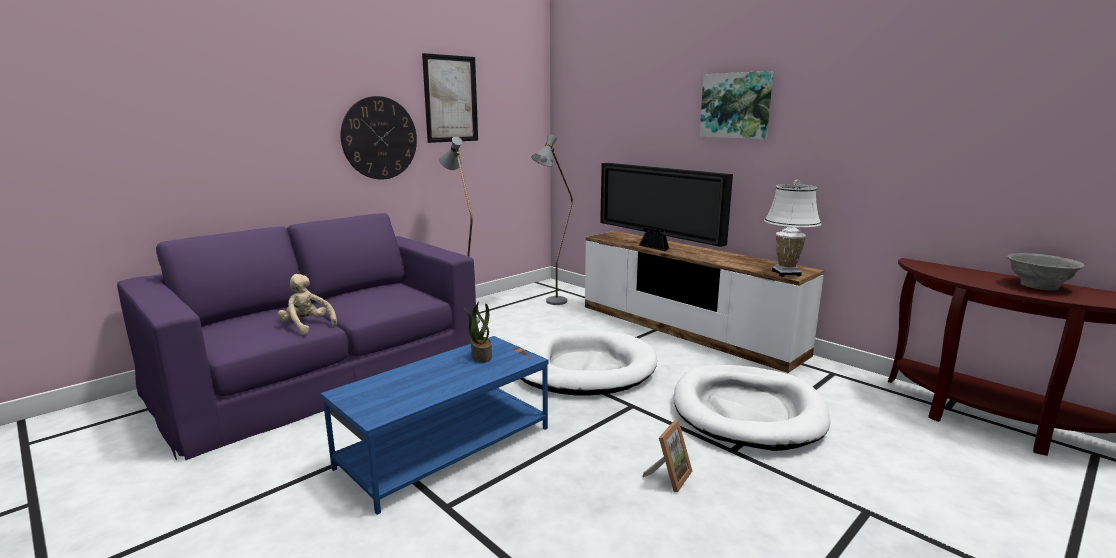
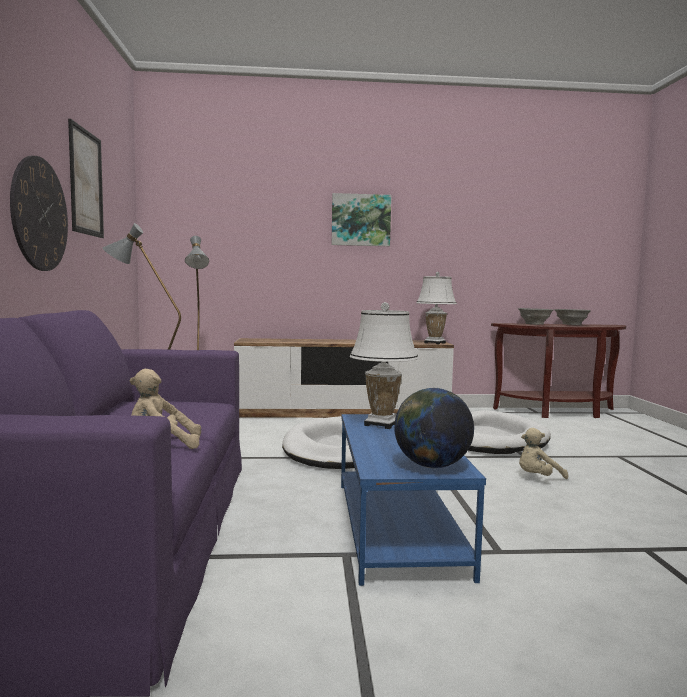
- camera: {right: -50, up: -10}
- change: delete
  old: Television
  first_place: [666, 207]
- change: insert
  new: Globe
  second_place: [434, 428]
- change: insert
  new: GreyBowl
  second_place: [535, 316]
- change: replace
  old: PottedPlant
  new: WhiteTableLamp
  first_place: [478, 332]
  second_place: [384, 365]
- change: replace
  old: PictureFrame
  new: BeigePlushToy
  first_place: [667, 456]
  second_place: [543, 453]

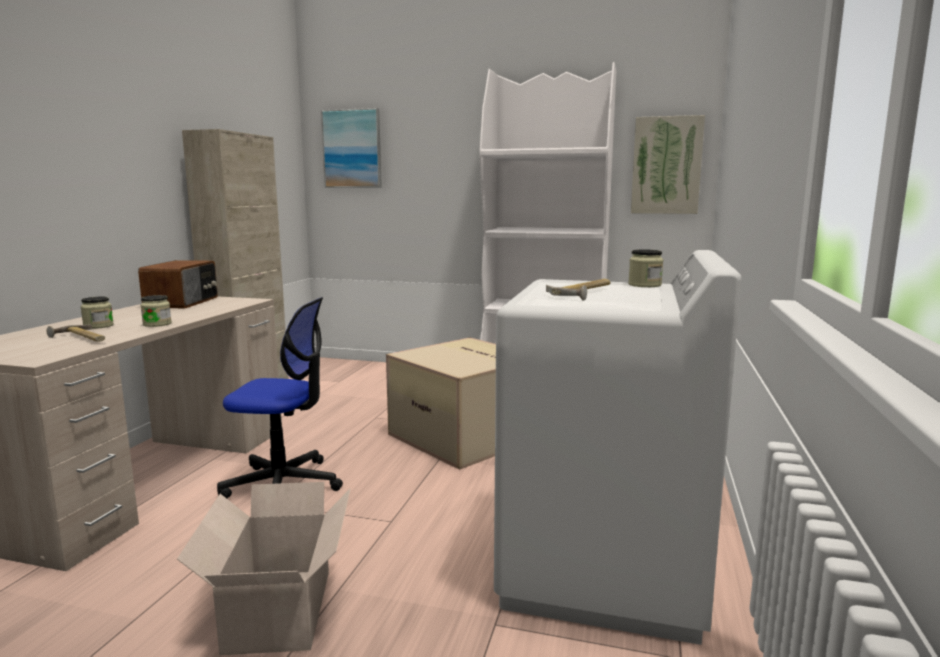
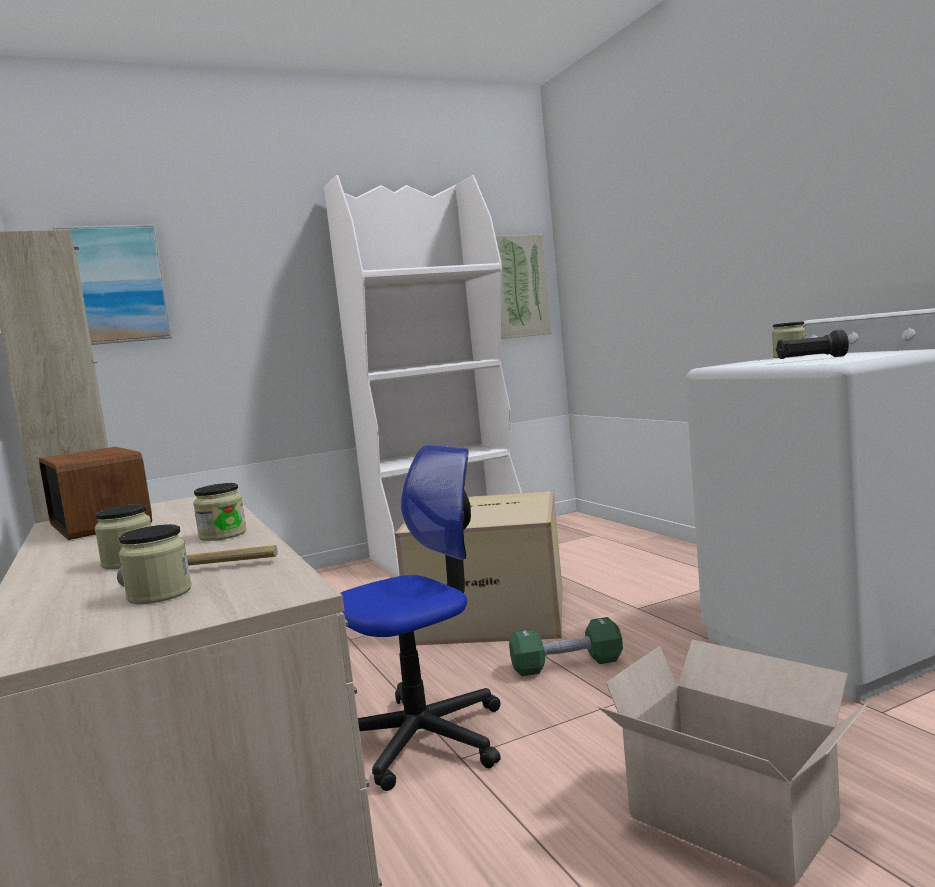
- camera: {right: -40, up: -5}
- change: insert
  new: Jar
  second_place: [155, 564]
- change: insert
  new: GreenDumbbell
  second_place: [566, 646]
- change: replace
  old: Hammer
  new: BlackFlashlight
  first_place: [578, 290]
  second_place: [812, 344]

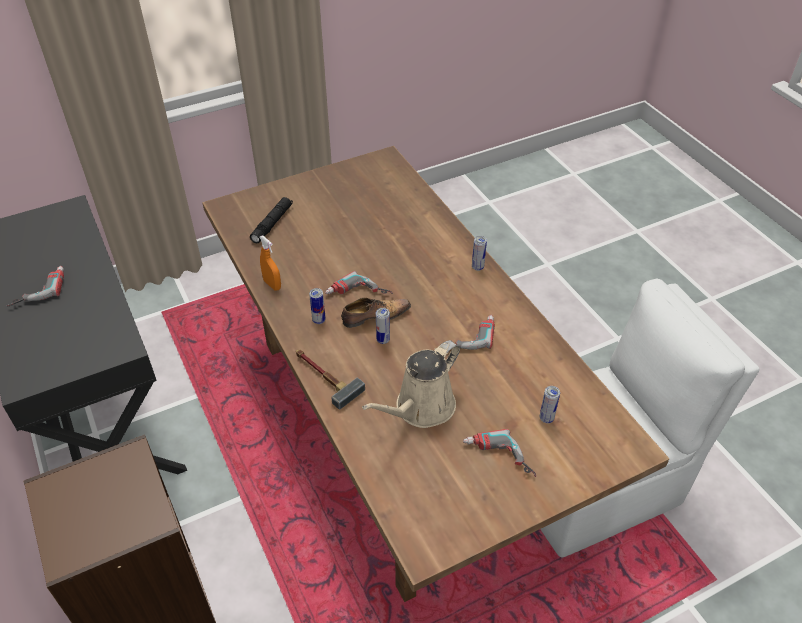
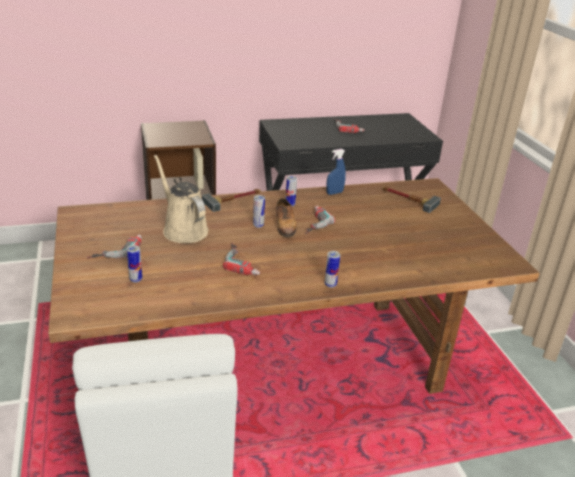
- camera: {right: 100, up: -15}
- change: replace
  old: BlackFlashlight
  new: Hammer
  first_place: [271, 220]
  second_place: [411, 199]
- change: recolor
  old: OrangeSprayBottle
  new: BlueSprayBottle
  first_place: [270, 263]
  second_place: [336, 172]

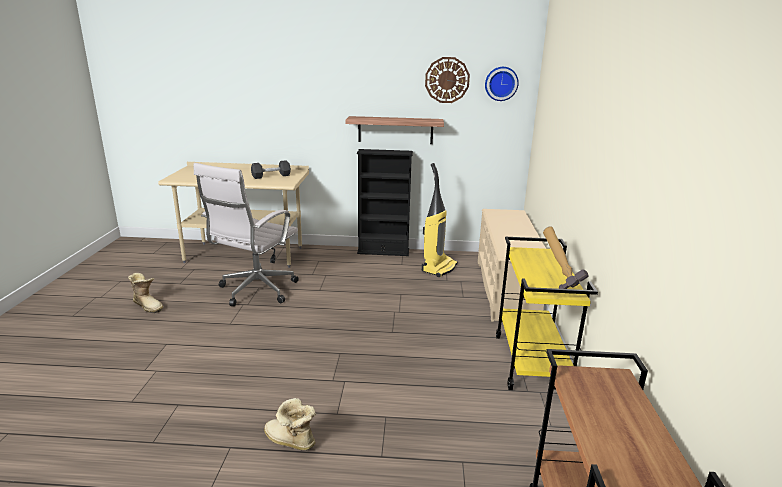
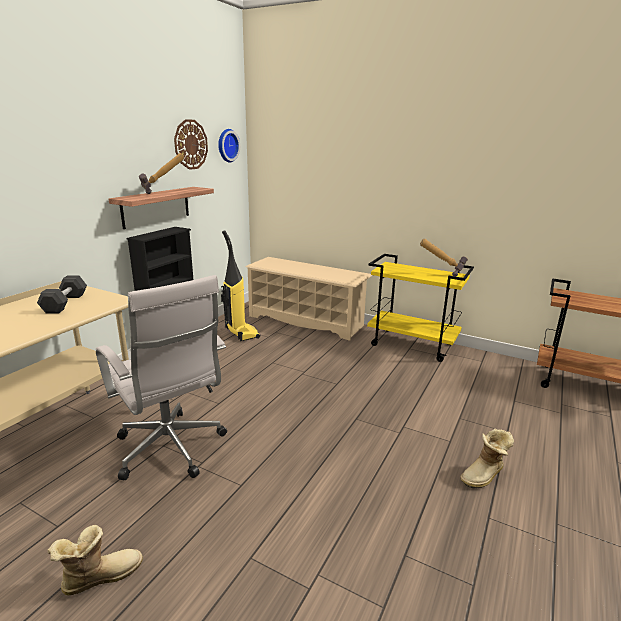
- camera: {right: -65, up: 0}
- change: insert
  new: Hammer
  second_place: [161, 173]

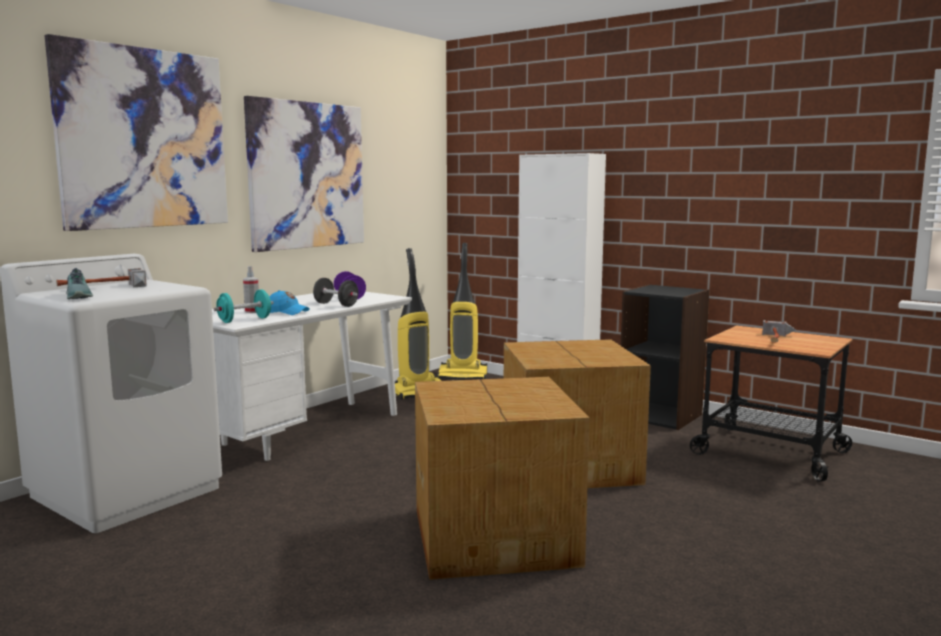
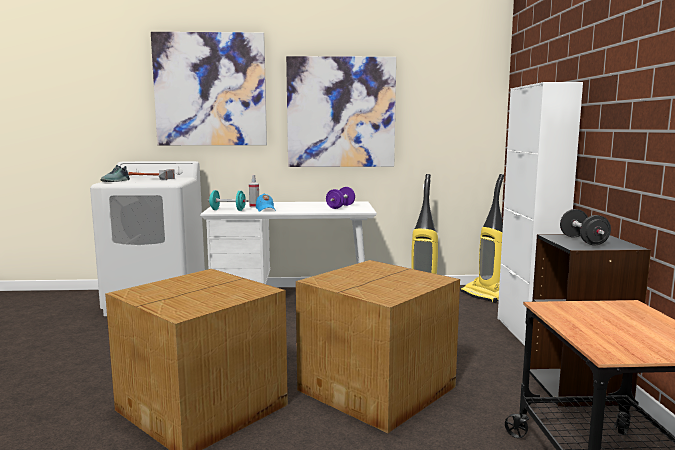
- camera: {right: 50, up: 0}
- change: delete
  old: Hammer
  first_place: [779, 331]
- change: move
  old: BlackDumbbell
  first_place: [336, 292]
  second_place: [585, 227]

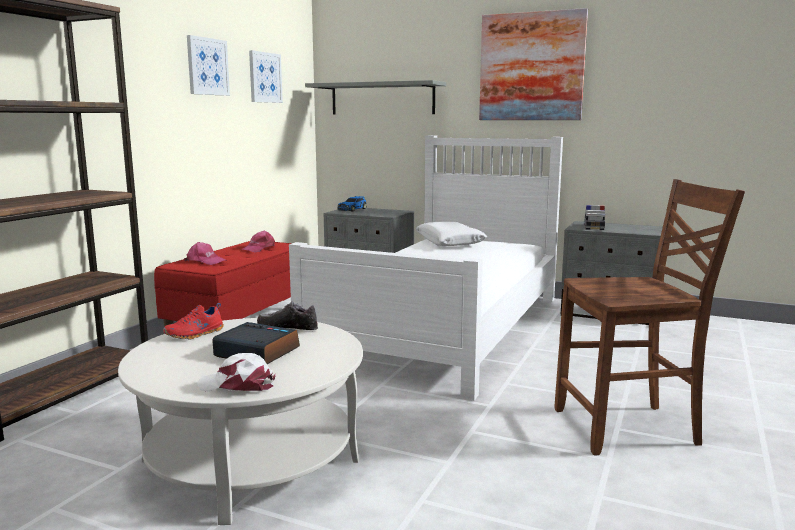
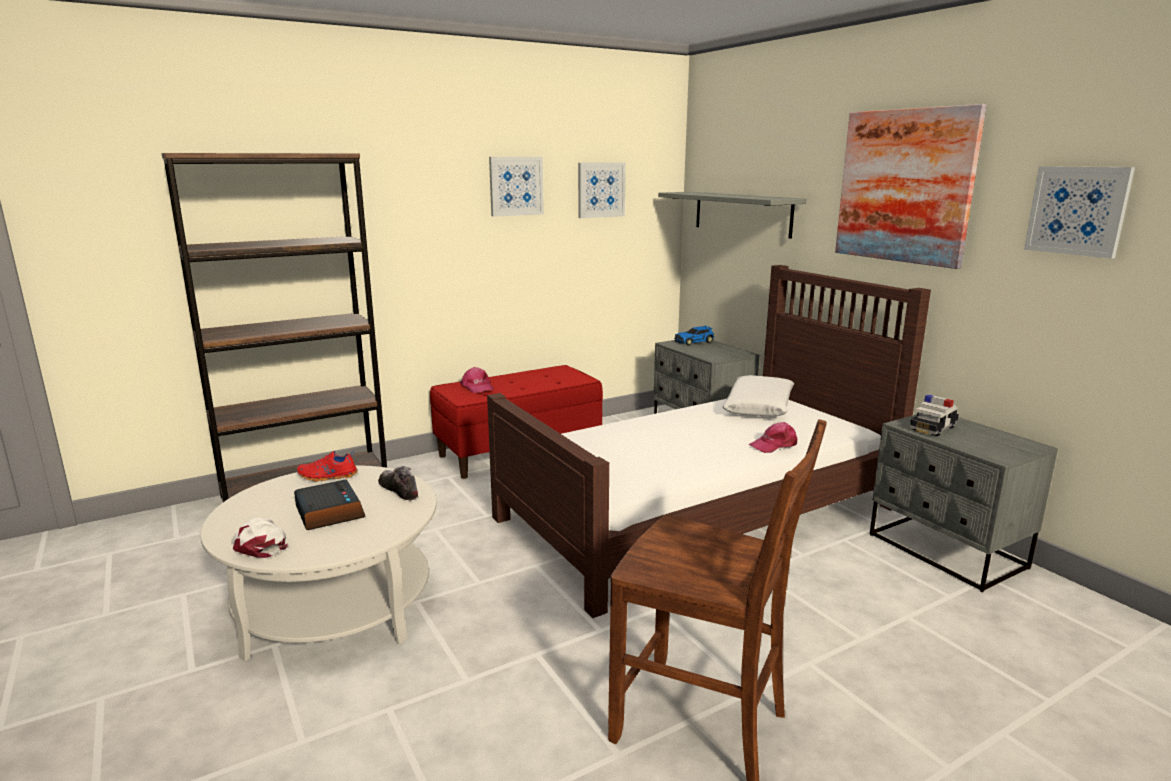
- camera: {right: 35, up: 5}
- change: insert
  new: Picture
  second_place: [1079, 212]
- change: move
  old: PinkCap
  first_place: [258, 241]
  second_place: [772, 437]
- change: recolor
  old: WhiteBed
  new: BrownBed
  first_place: [426, 268]
  second_place: [709, 441]

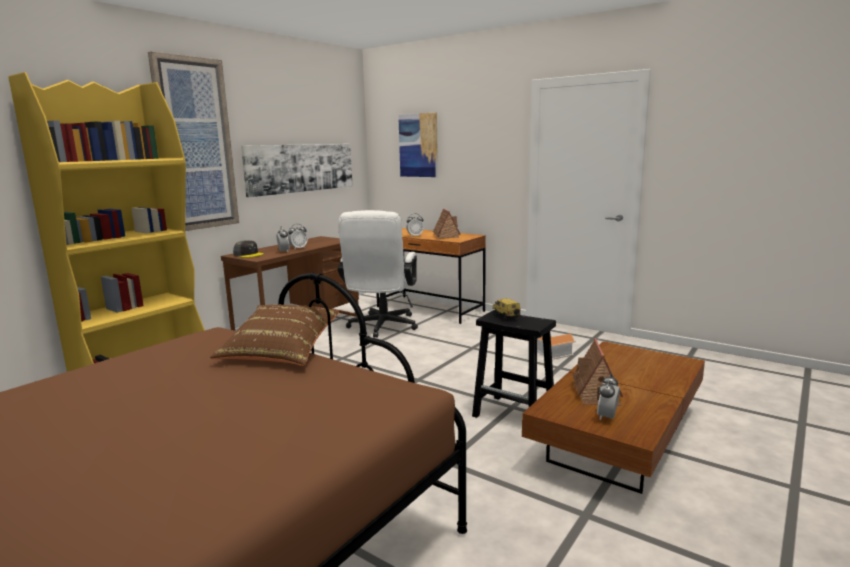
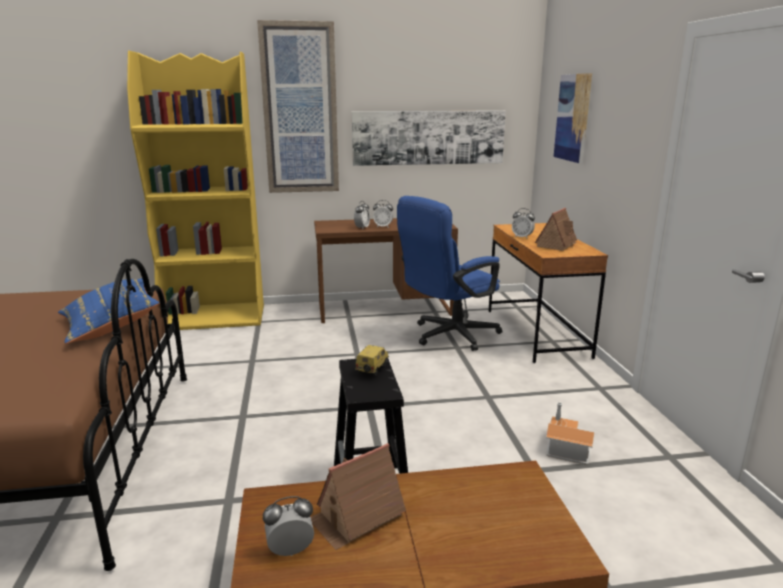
- camera: {right: 45, up: 5}
- change: delete
  old: GreyCap
  first_place: [248, 249]
- change: recolor
  old: BrownPillow
  new: BluePillow
  first_place: [275, 335]
  second_place: [109, 311]
- change: recolor
  old: WhiteOfficeChair
  new: BlueOfficeChair
  first_place: [378, 274]
  second_place: [449, 273]

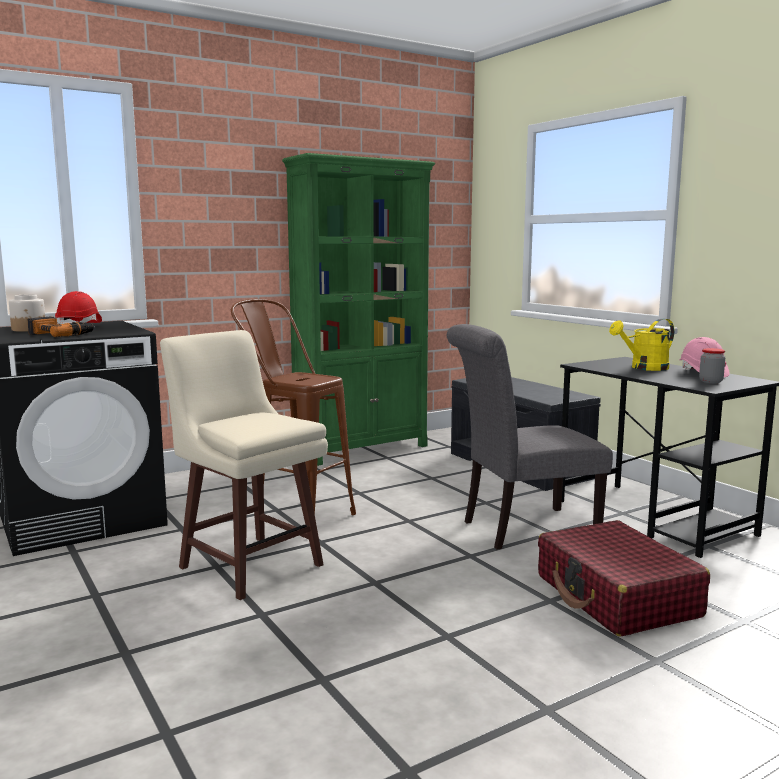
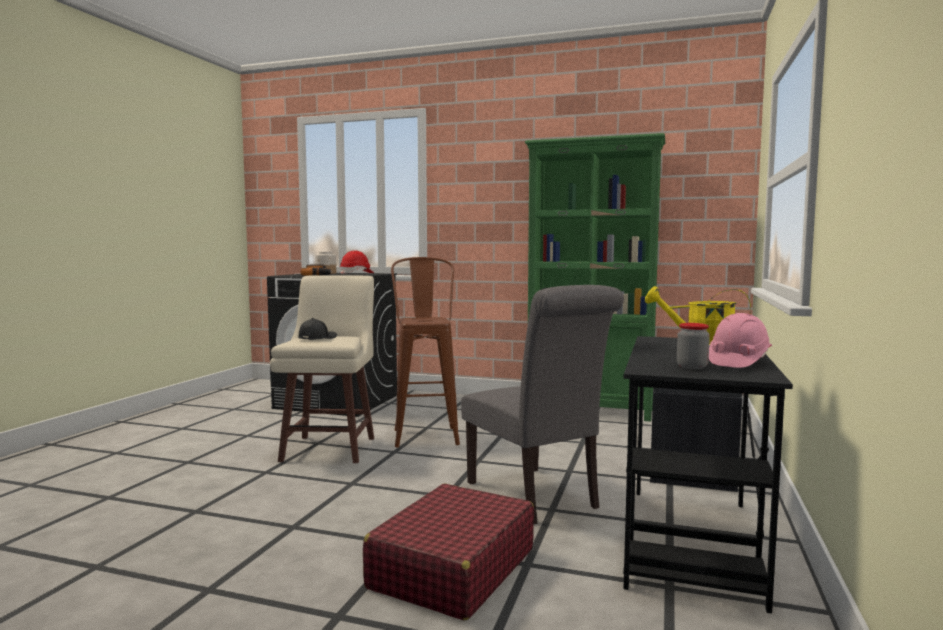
- camera: {right: 50, up: -5}
- change: insert
  new: BlackCap
  second_place: [318, 329]
- change: rotate
  old: GreyChair
  first_place: [530, 437]
  second_place: [542, 404]
  degrees: -150

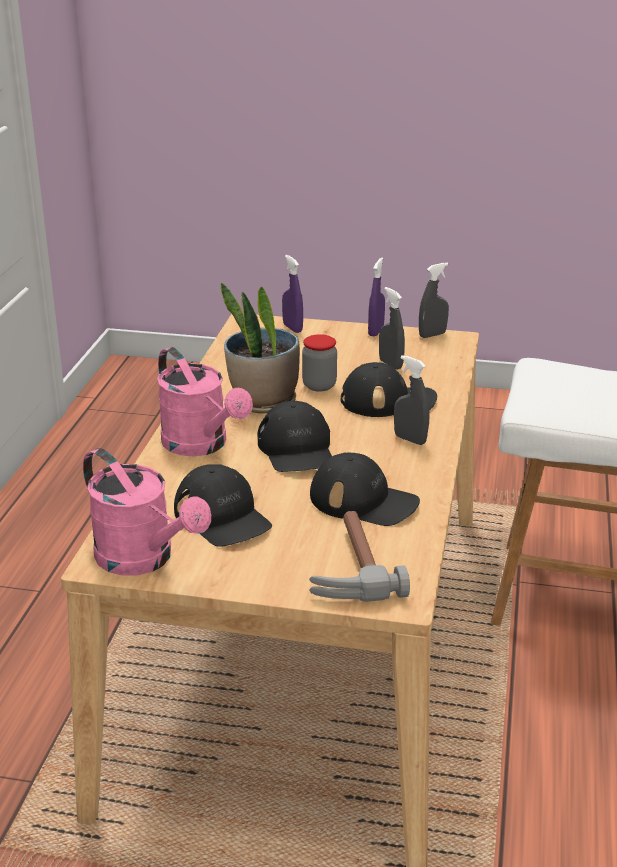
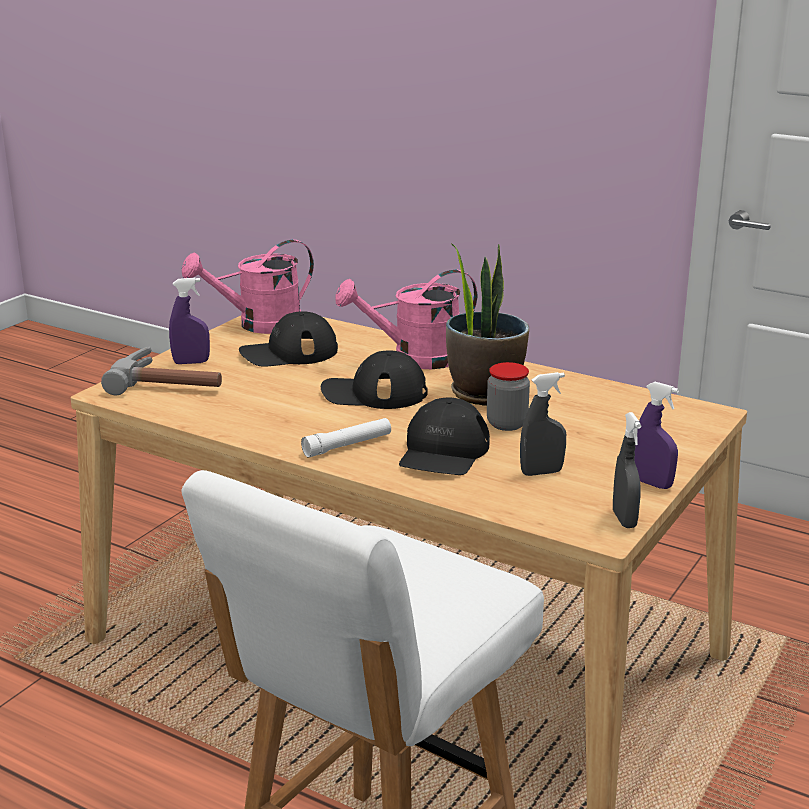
- camera: {right: 110, up: -5}
- change: delete
  old: BlackCap
  first_place: [365, 489]
- change: move
  old: PurpleSprayBottle
  first_place: [292, 294]
  second_place: [189, 321]
- change: replace
  old: GreySprayBottle
  new: WhiteFlashlight
  first_place: [411, 400]
  second_place: [346, 438]

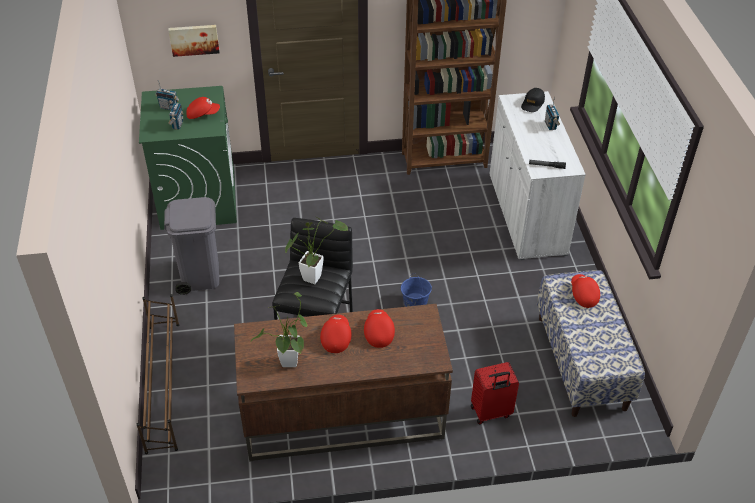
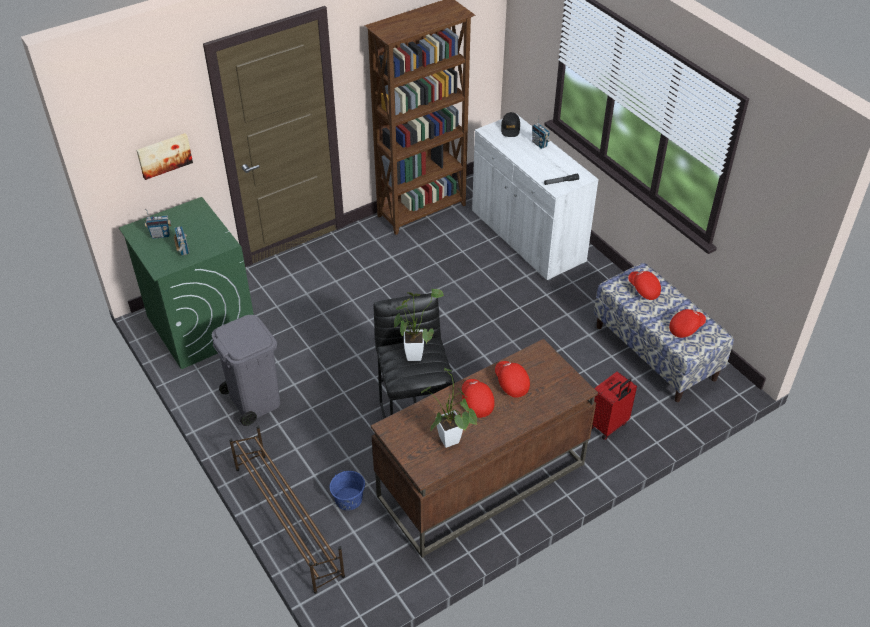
- camera: {right: -25, up: 0}
- change: move
  old: RedCap
  first_place: [203, 108]
  second_place: [687, 323]
- change: move
  old: BlueBucket
  first_place: [416, 290]
  second_place: [347, 490]

